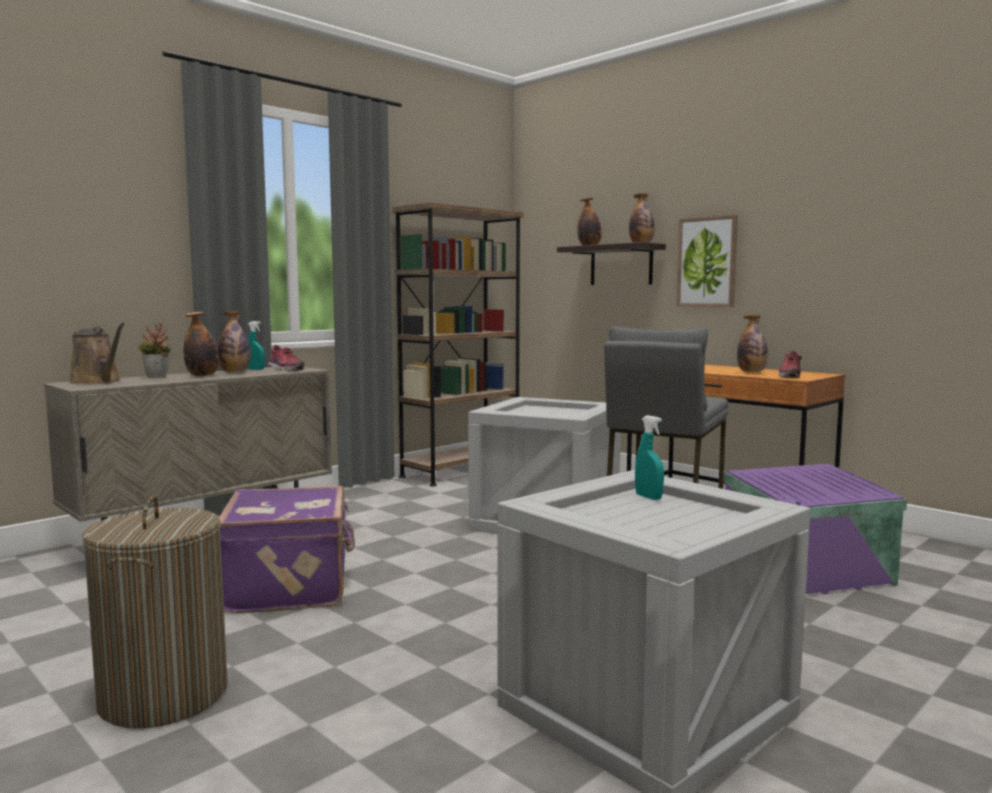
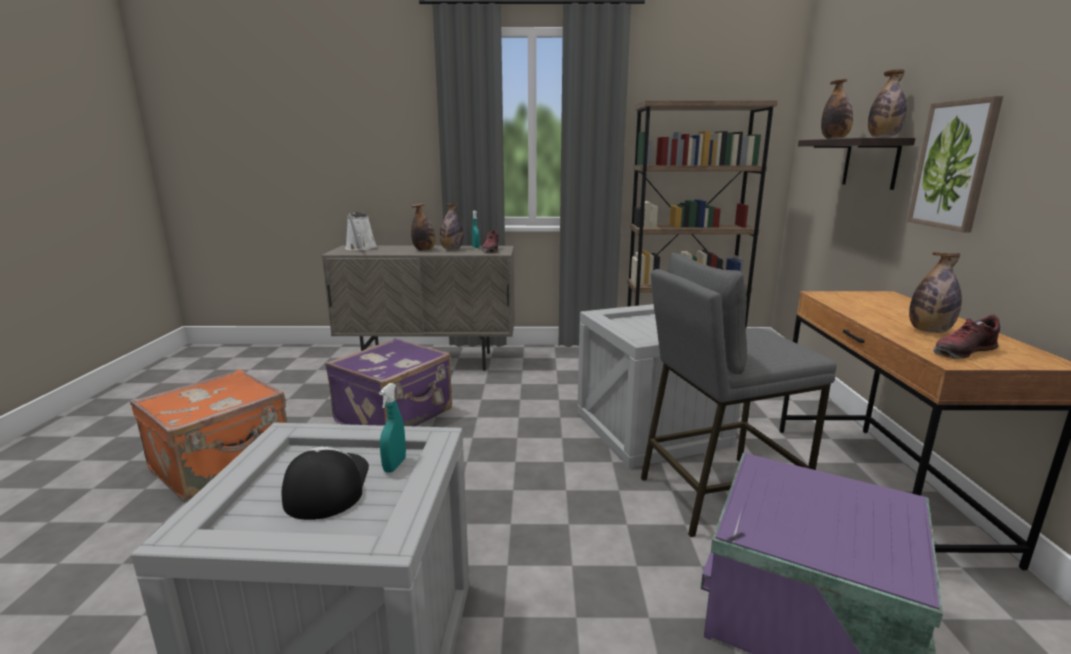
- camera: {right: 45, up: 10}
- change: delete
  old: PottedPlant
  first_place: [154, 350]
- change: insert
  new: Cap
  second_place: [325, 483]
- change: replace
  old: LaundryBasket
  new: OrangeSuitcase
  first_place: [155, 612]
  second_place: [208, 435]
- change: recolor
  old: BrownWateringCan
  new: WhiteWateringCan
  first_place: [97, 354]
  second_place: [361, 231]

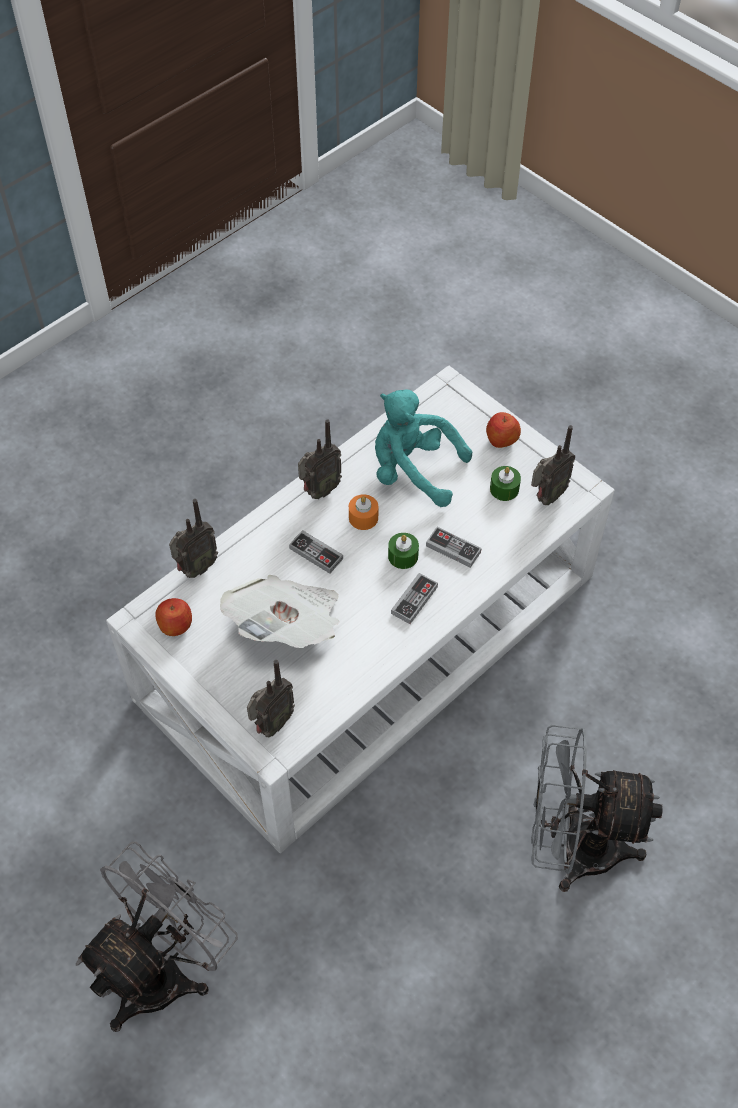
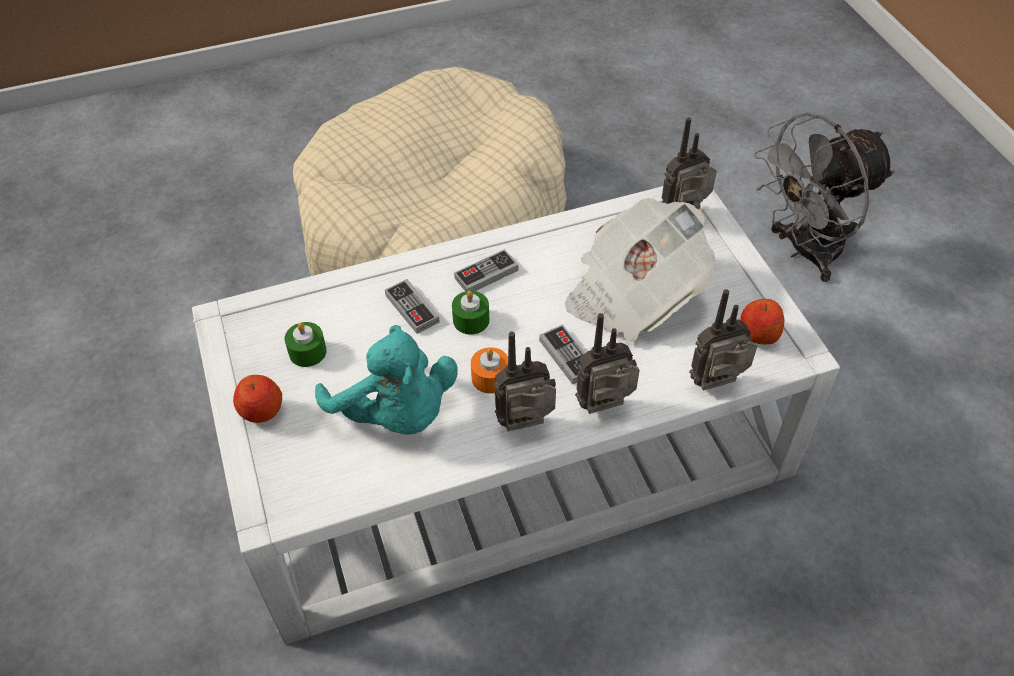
- camera: {right: -155, up: -5}
- change: move
  old: Radio
  first_place: [553, 465]
  second_place: [607, 363]
- change: replace
  old: GreyFan
  new: BeigeDogBed
  first_place: [597, 808]
  second_place: [430, 171]

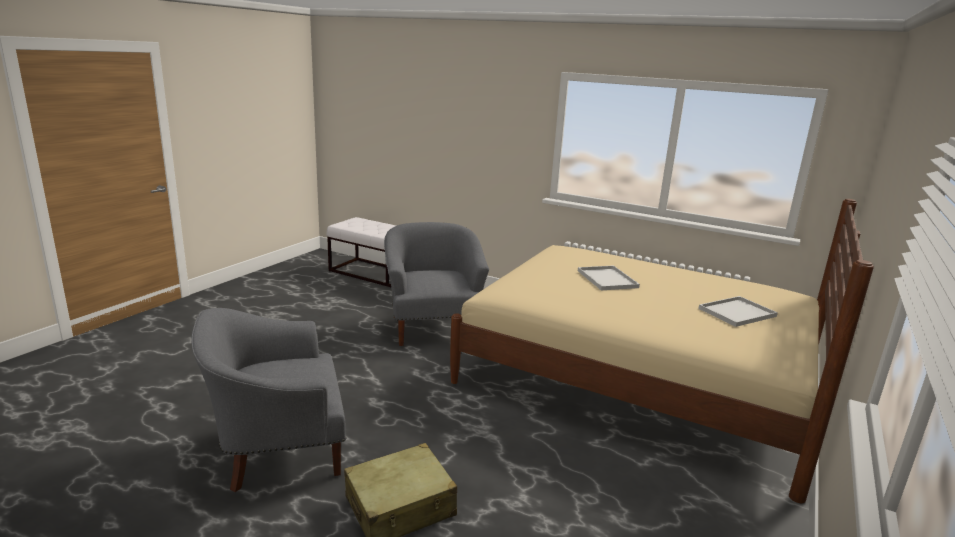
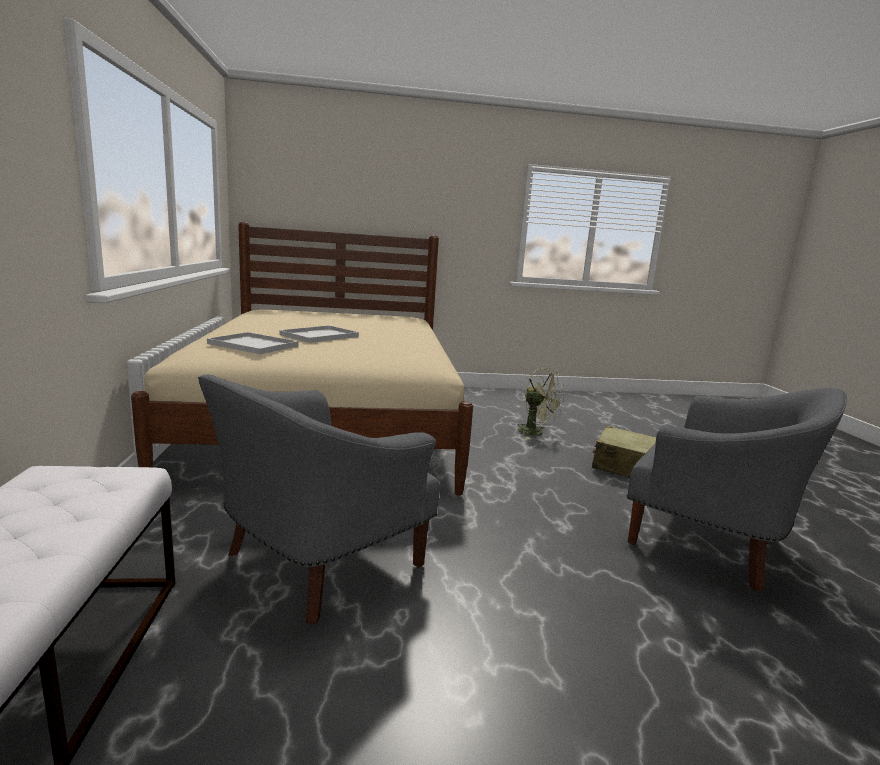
- camera: {right: -125, up: -5}
- change: insert
  new: GreenFan
  second_place: [540, 403]
- change: move
  old: WhiteTray
  first_place: [738, 311]
  second_place: [252, 343]

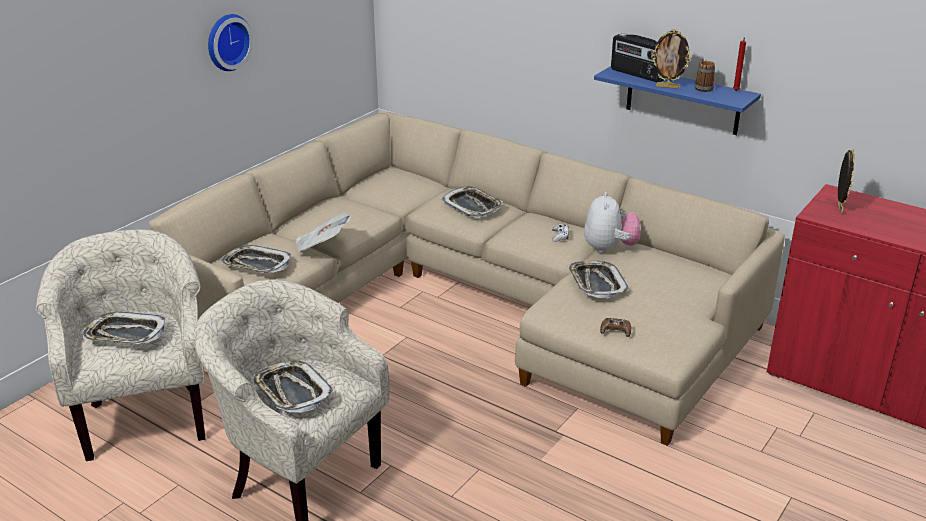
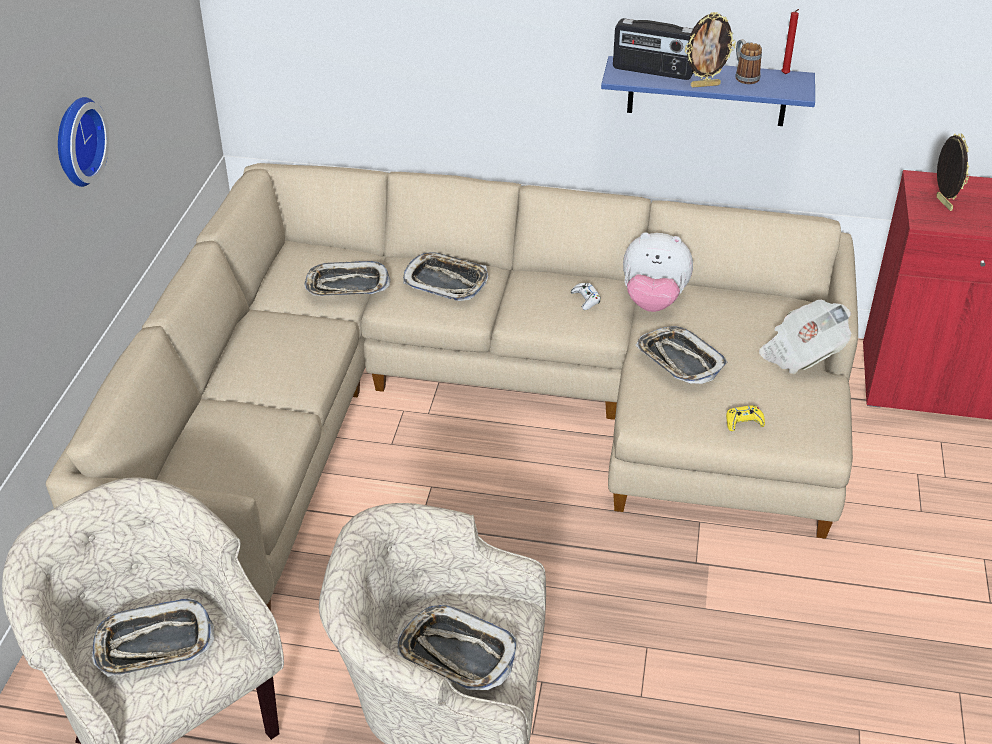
- camera: {right: -25, up: 10}
- change: move
  old: Tray
  first_place: [256, 259]
  second_place: [347, 278]
- change: move
  old: Newspaper
  first_place: [323, 232]
  second_place: [805, 336]
- change: recolor
  old: BrownGameController
  new: YellowGameController
  first_place: [615, 327]
  second_place: [745, 418]
- change: rotate
  old: PlushToy
  first_place: [612, 223]
  second_place: [658, 272]
  degrees: 120

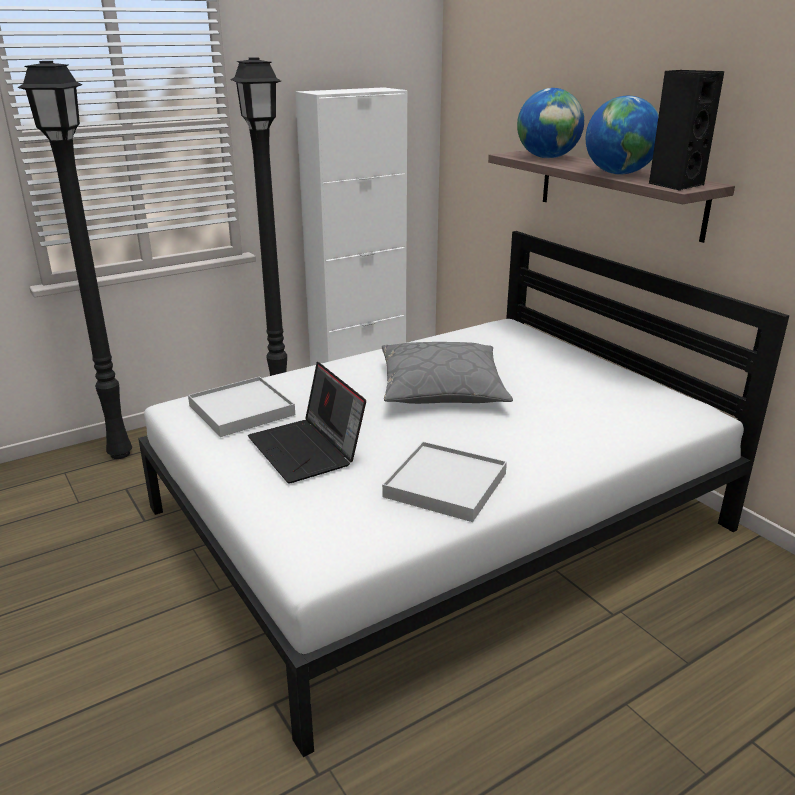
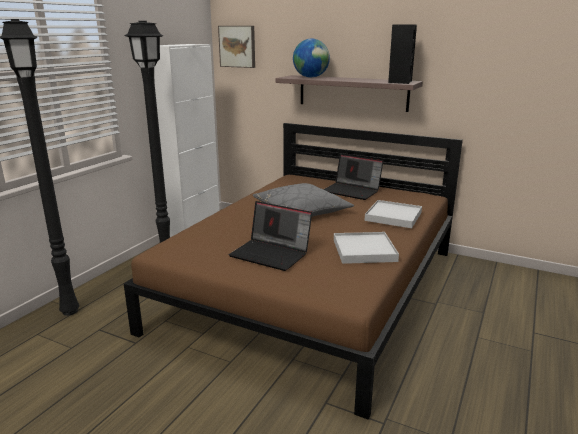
- camera: {right: -30, up: -5}
- change: delete
  old: Globe
  first_place: [622, 135]
- change: insert
  new: Picture
  second_place: [236, 47]
- change: insert
  new: Laptop
  second_place: [353, 177]
- change: move
  old: WhiteTray
  first_place: [241, 406]
  second_place: [393, 214]
- change: recolor
  old: WhiteBed
  new: BrownBed
  first_place: [463, 494]
  second_place: [293, 271]

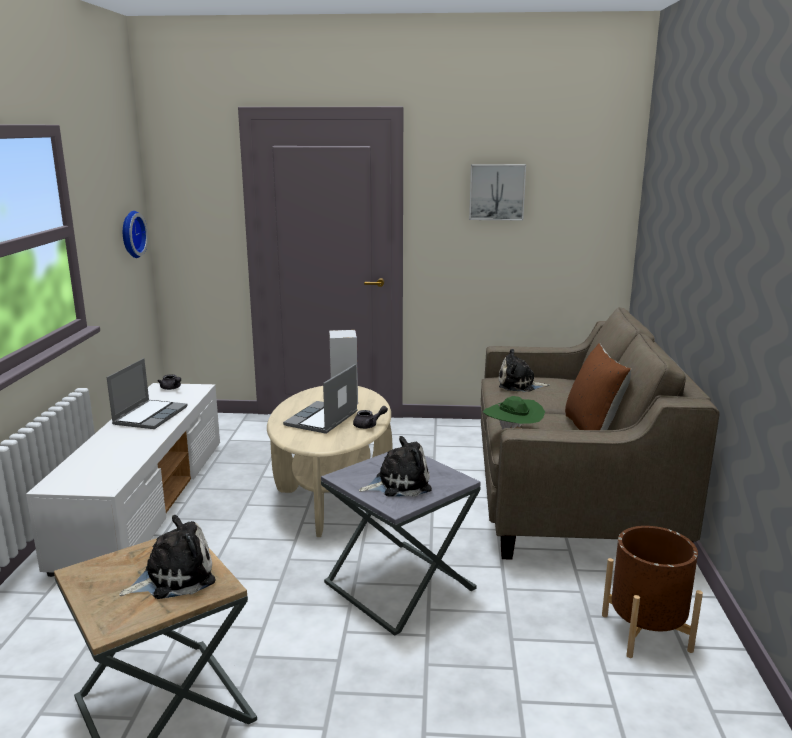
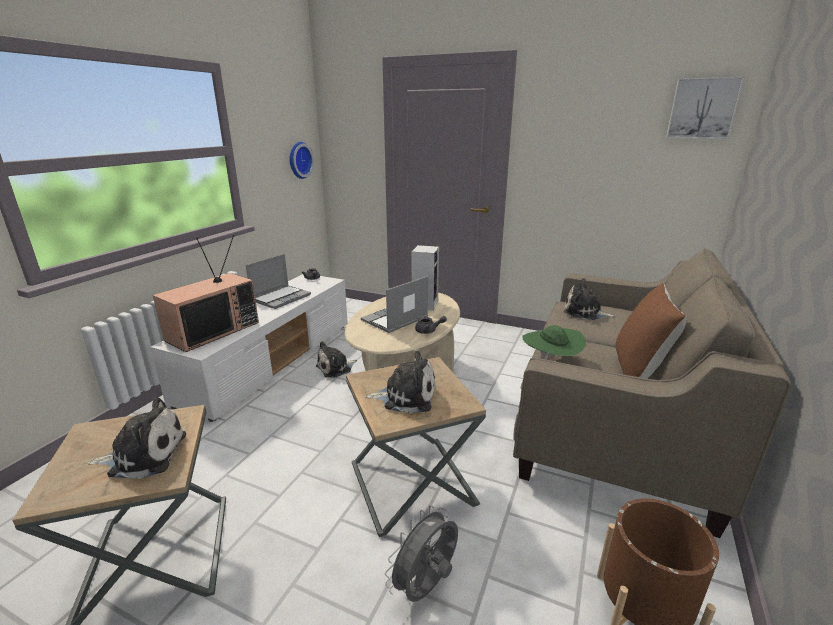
- camera: {right: 20, up: 5}
- change: insert
  new: Television
  second_place: [206, 293]
- change: insert
  new: PlushToy
  second_place: [336, 359]
- change: insert
  new: GreyFan
  second_place: [421, 553]
- change: move
  old: Picture
  first_place: [497, 192]
  second_place: [705, 108]
- change: recolor
  old: GreySideTable
  new: BrownSideTable
  first_place: [401, 544]
  second_place: [416, 447]

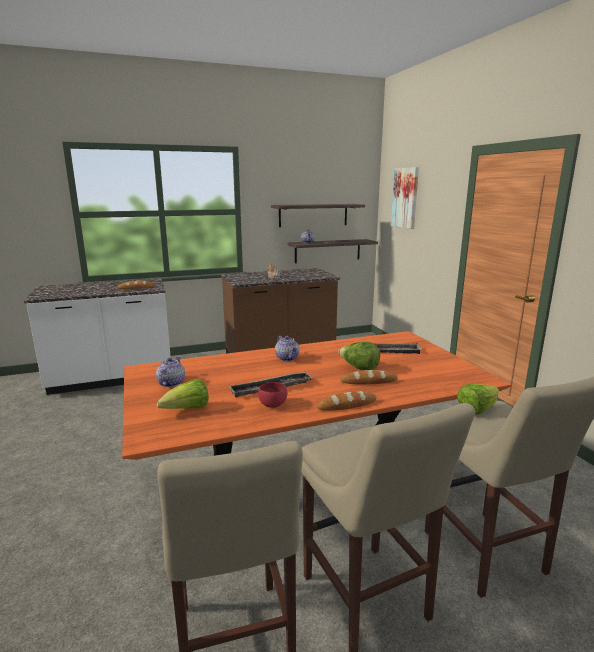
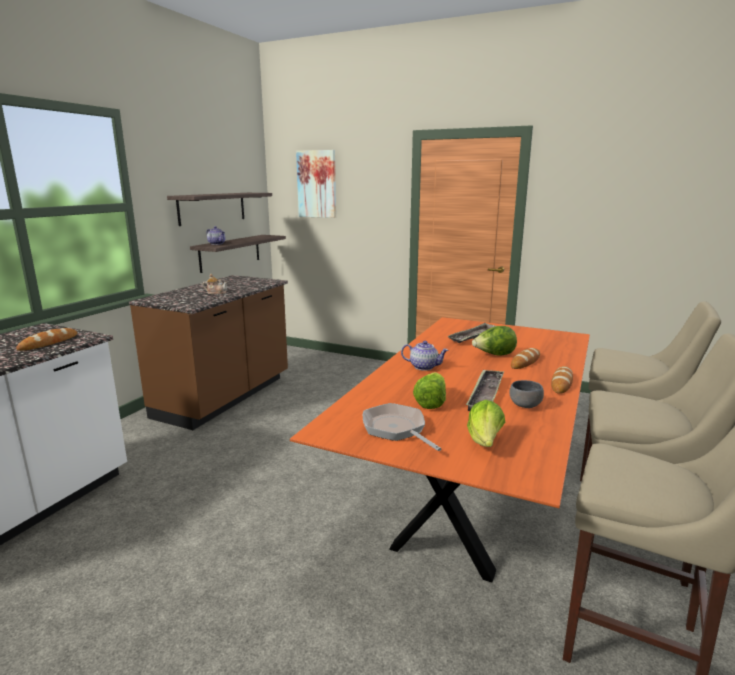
- camera: {right: -45, up: 0}
- change: move
  old: Lettuce
  first_place: [478, 399]
  second_place: [429, 390]
- change: replace
  old: Teapot
  new: FryingPan
  first_place: [170, 371]
  second_place: [402, 427]
- change: recolor
  old: RedBowl
  new: GreyBowl
  first_place: [273, 395]
  second_place: [526, 394]

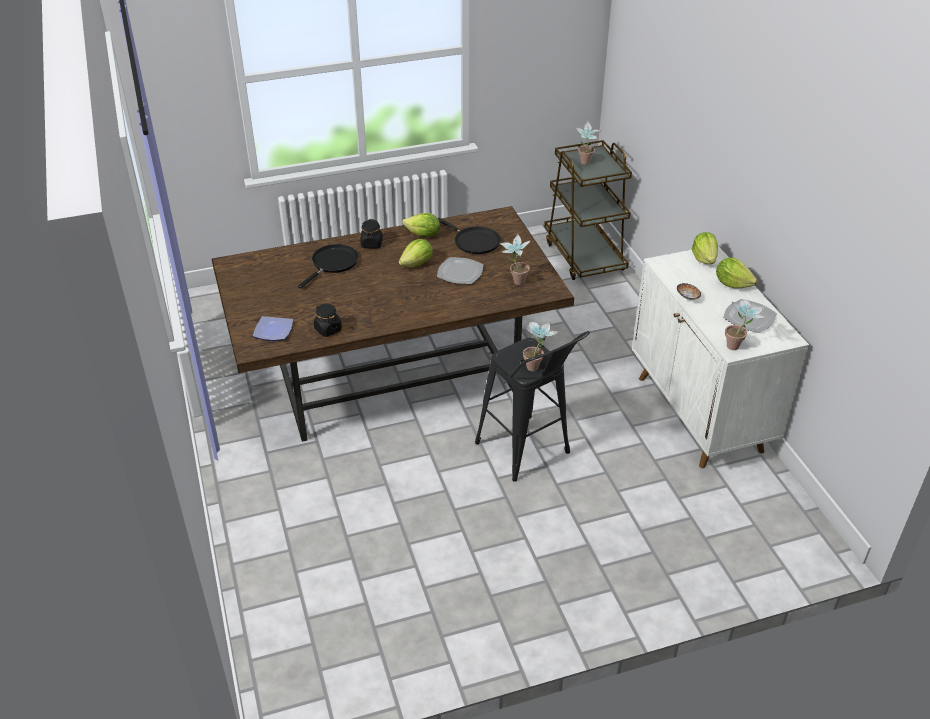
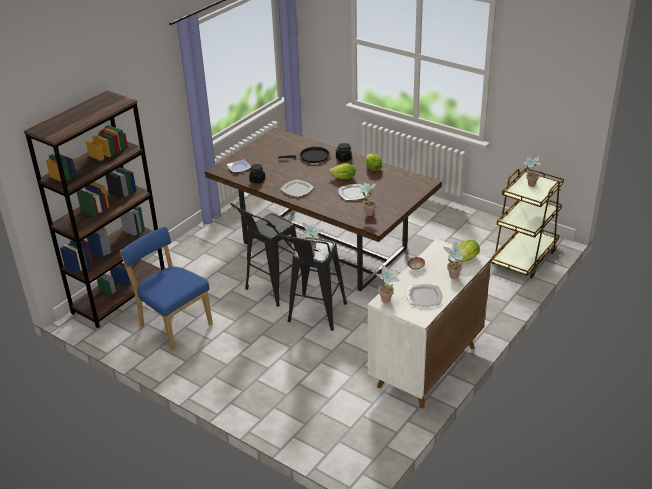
- camera: {right: 55, up: -5}
- change: delete
  old: BlackFryingPan
  first_place: [469, 236]
- change: insert
  new: BrownBookcase
  second_place: [94, 209]
- change: insert
  new: BlueChair
  second_place: [166, 288]
- change: insert
  new: BlackStool
  second_place: [265, 255]
- change: insert
  new: Plate
  second_place: [297, 188]
- change: replace
  old: Lettuce
  new: PottedPlant
  first_place: [737, 273]
  second_place: [456, 260]

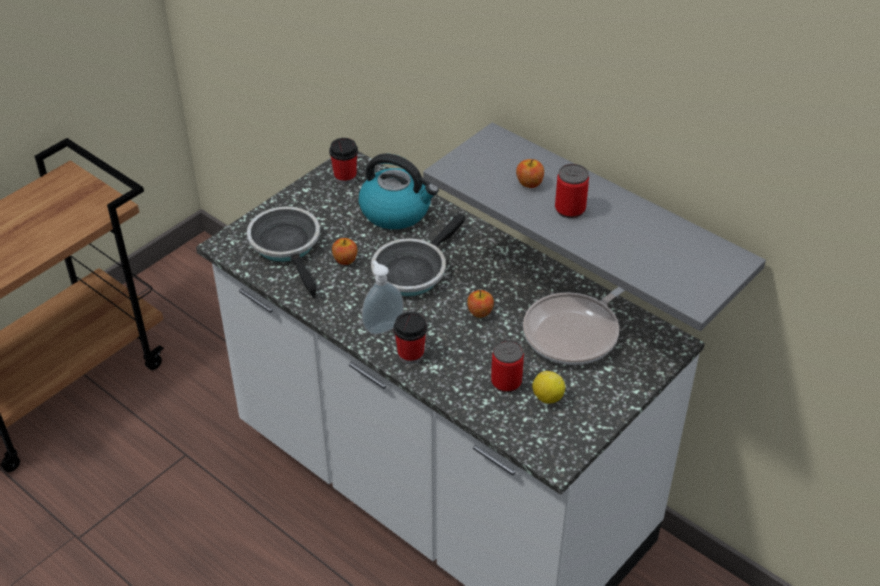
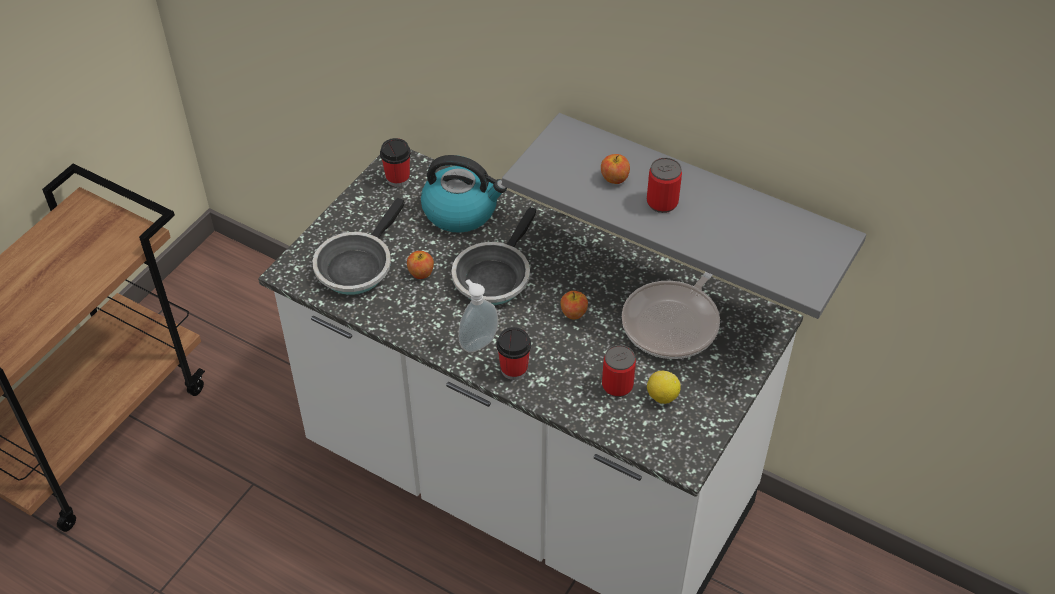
- camera: {right: -10, up: 5}
- change: rotate
  old: FryingPan
  first_place: [283, 253]
  second_place: [358, 246]
  degrees: -120

